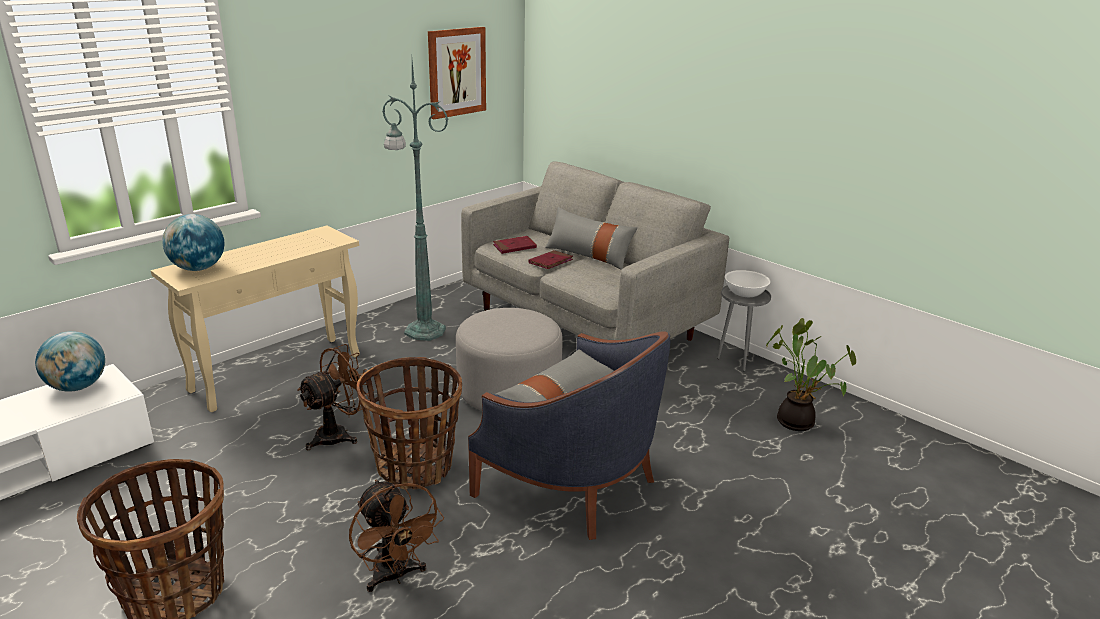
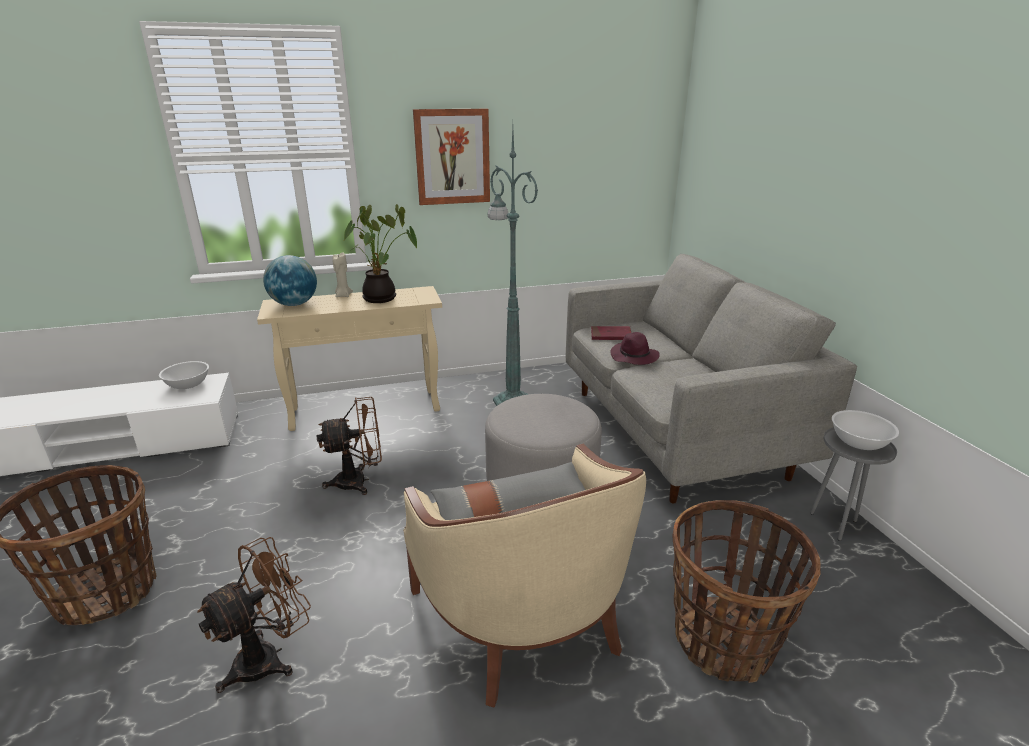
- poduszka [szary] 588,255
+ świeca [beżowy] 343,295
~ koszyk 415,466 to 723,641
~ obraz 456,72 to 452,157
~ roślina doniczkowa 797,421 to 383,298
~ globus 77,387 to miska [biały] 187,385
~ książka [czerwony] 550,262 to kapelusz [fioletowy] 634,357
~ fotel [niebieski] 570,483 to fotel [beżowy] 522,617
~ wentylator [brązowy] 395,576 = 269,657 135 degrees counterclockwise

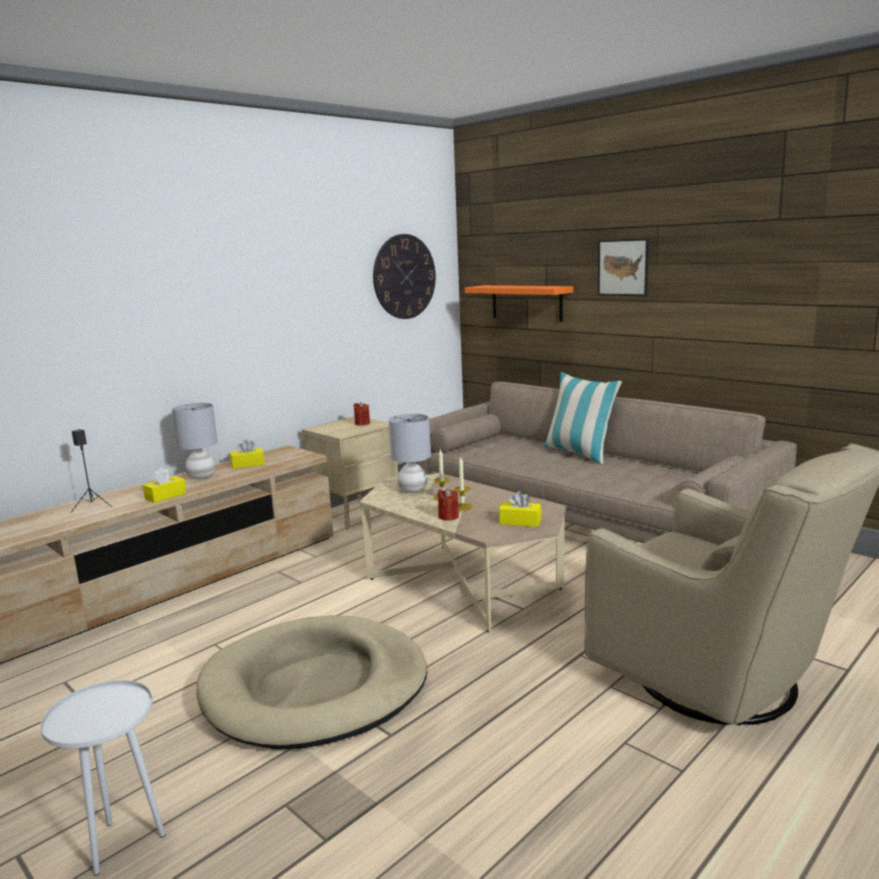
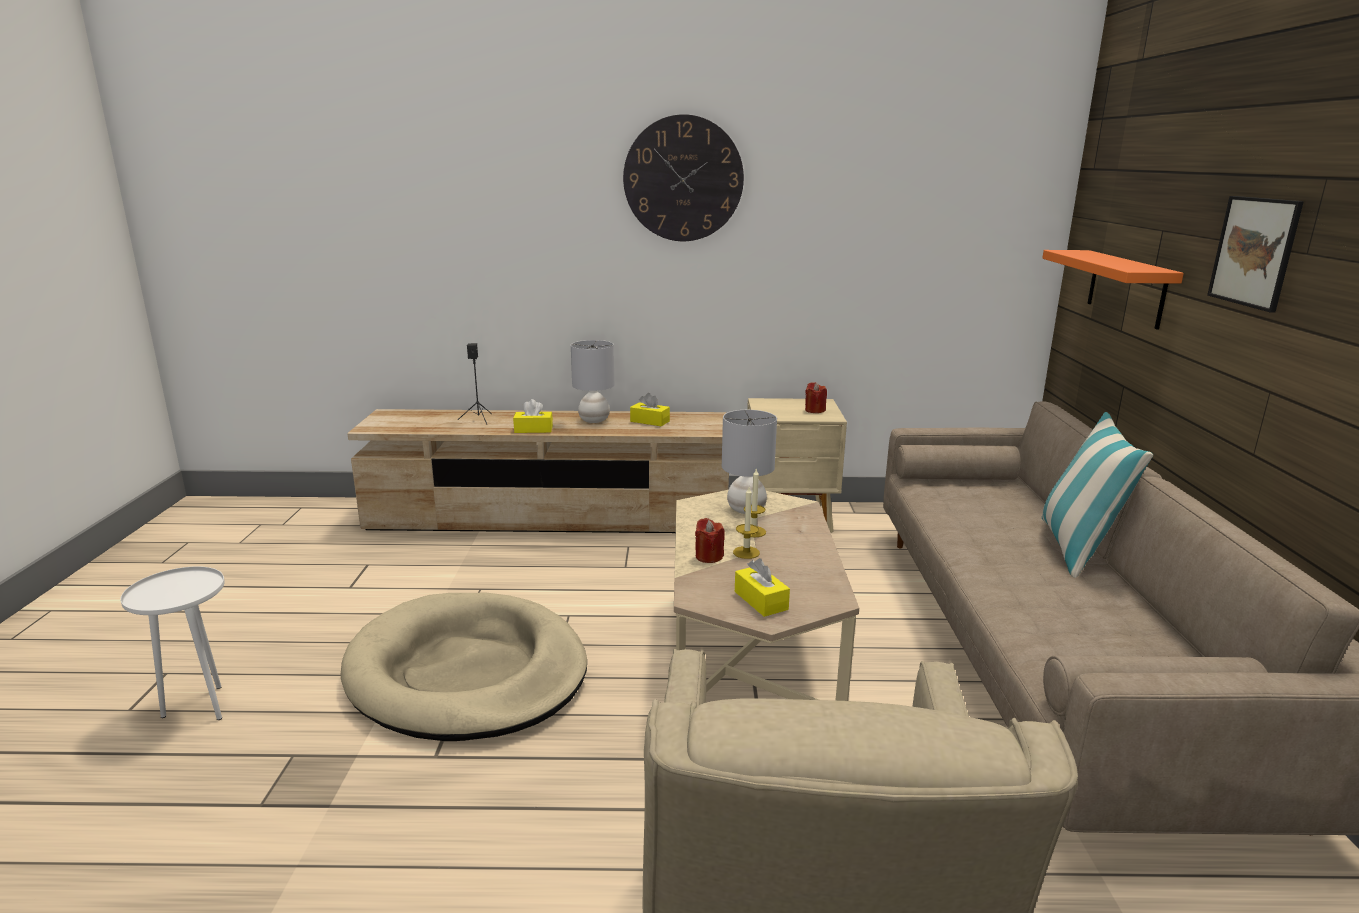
~ zegar ścienny 404,277 to 683,179

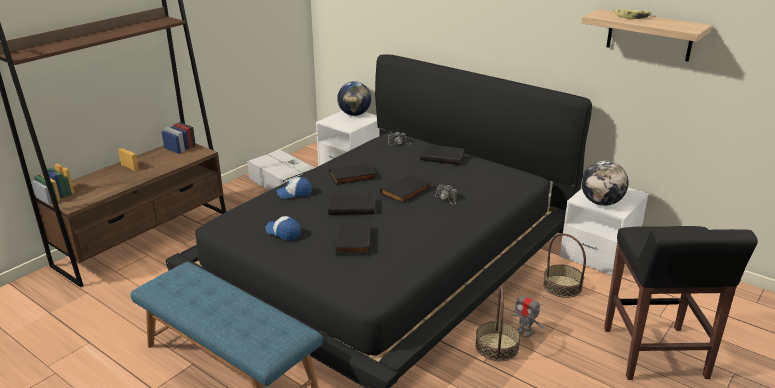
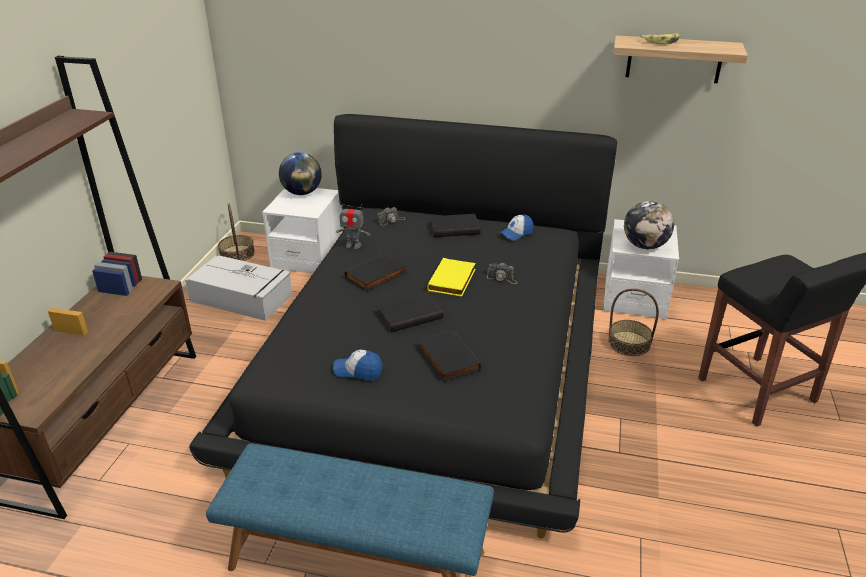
~ czapka z daszkiem 294,193 to 516,233
~ koszyk 497,346 to 237,254
~ robot zabawkowy 524,332 to 353,245
~ książka [czarny] 406,191 to książka [żółty] 453,280

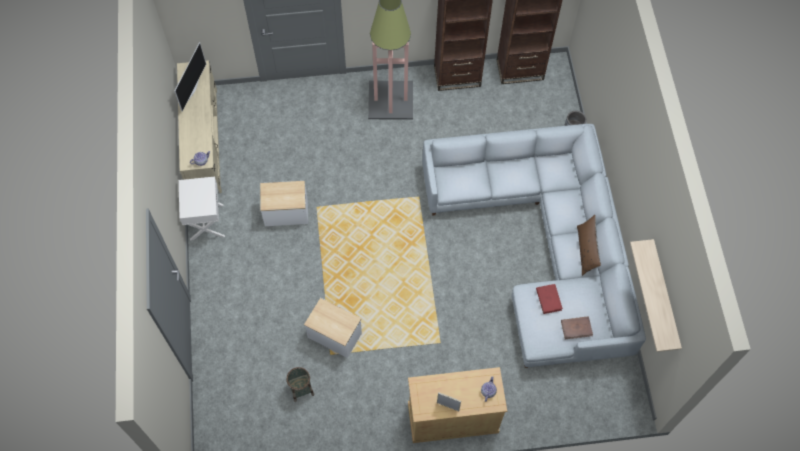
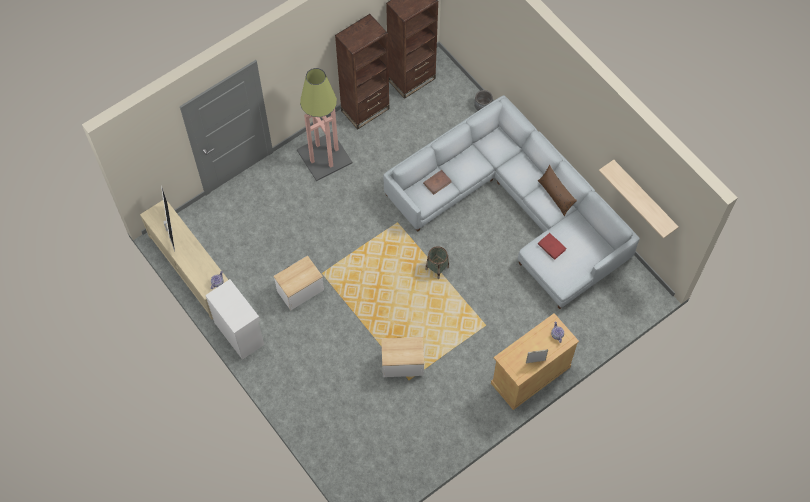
~ koszyk 301,389 to 437,268
~ książka [brązowy] 576,328 to 437,183
~ szafka nocna [biały] 206,222 to szafka [biały] 240,333

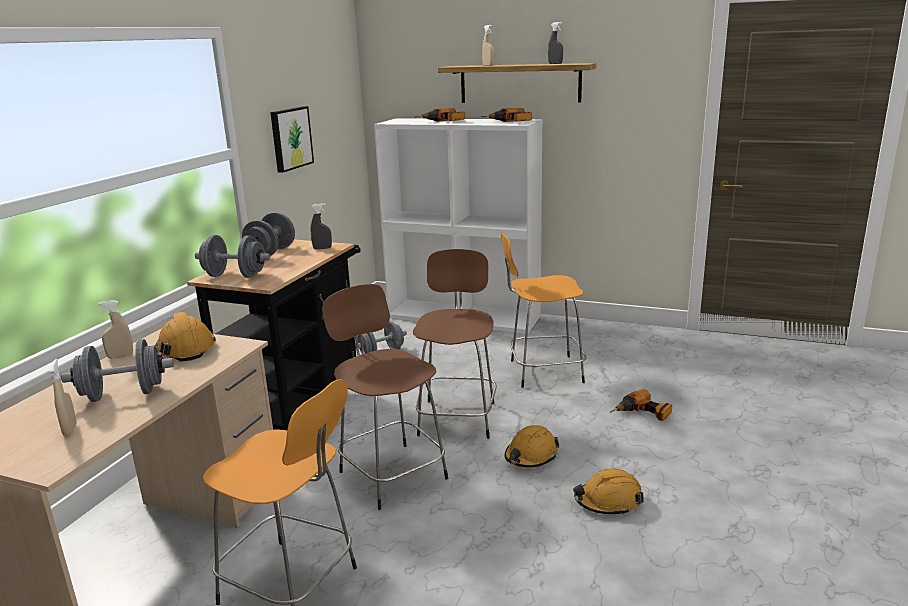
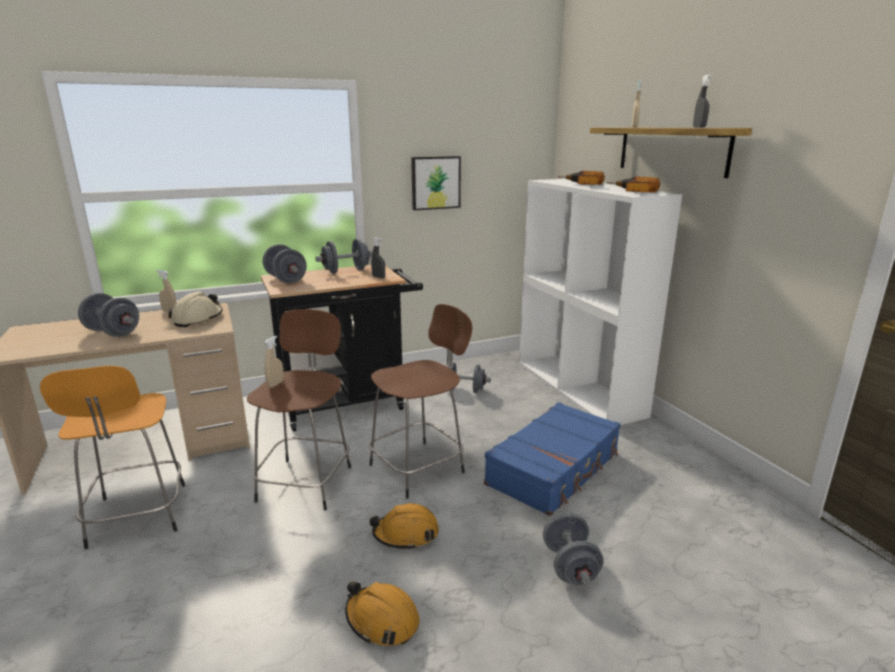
~ spryskiwacz [beżowy] 70,430 to 275,384
~ stołek [pomarańczowy] 543,371 to walizka [niebieski] 554,469
~ wiertarka 643,414 to hantel [szary] 570,566
~ kask [pomarańczowy] 186,348 to kask [beżowy] 198,319

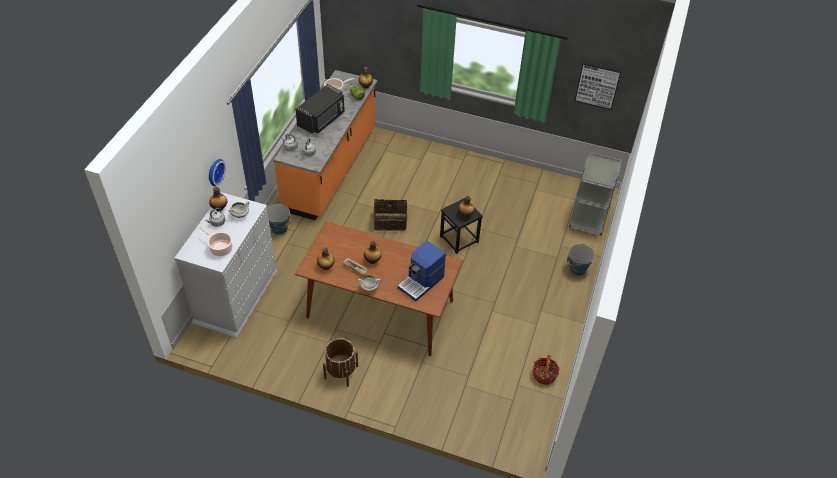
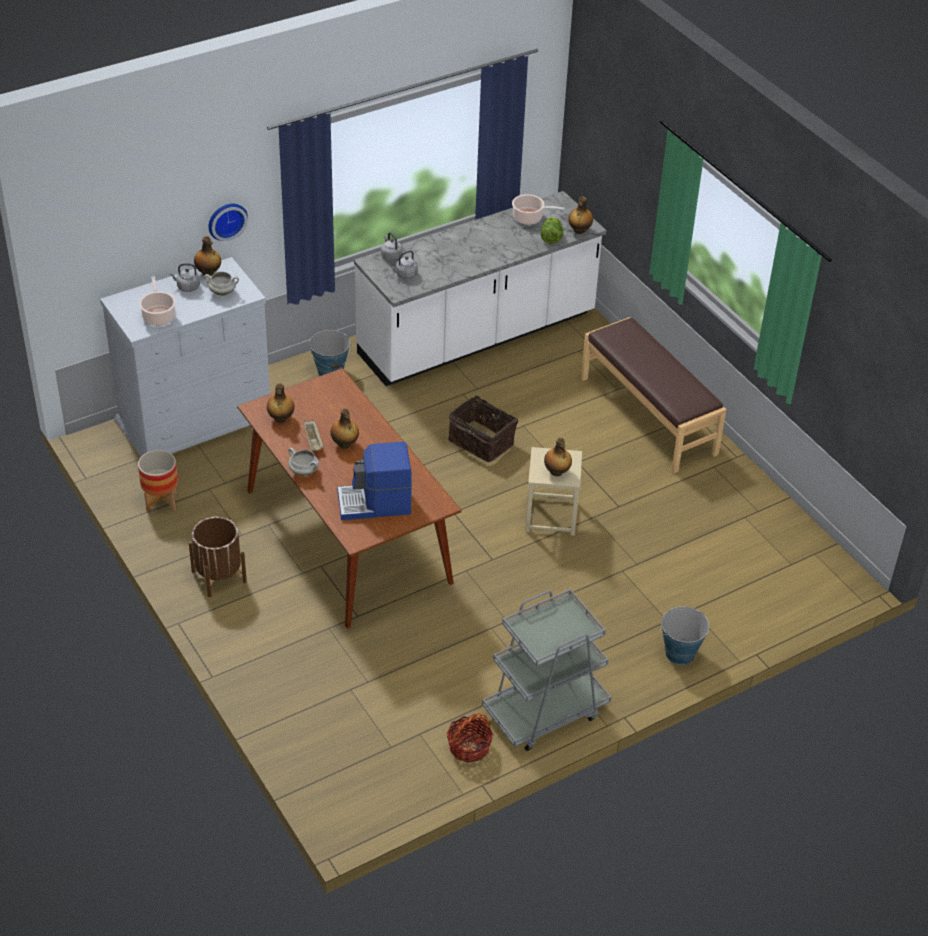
- mikrofalówka [czarny] 322,120
- obraz 597,85
+ donica 161,501
+ ławka [brązowy] 649,415
~ wózek [szary] 589,216 to 545,711
~ zabudowa kuchenna [pomarańczowy] 331,169 to zabudowa kuchenna [biały] 477,336
~ stołek [czarny] 459,239 to stołek [beżowy] 551,516

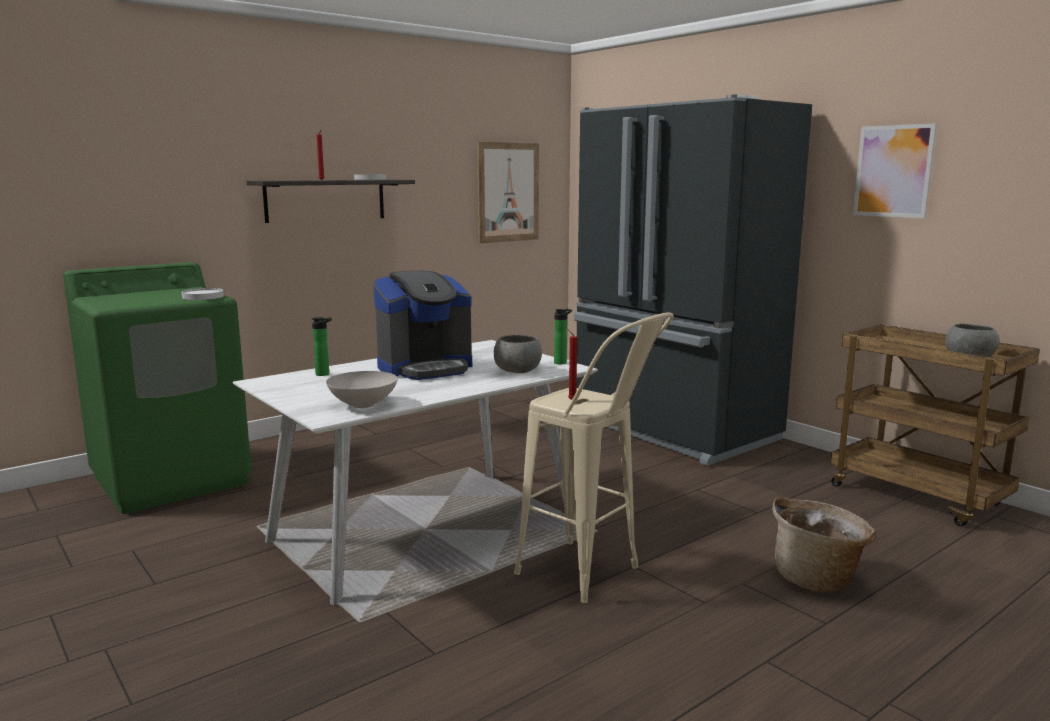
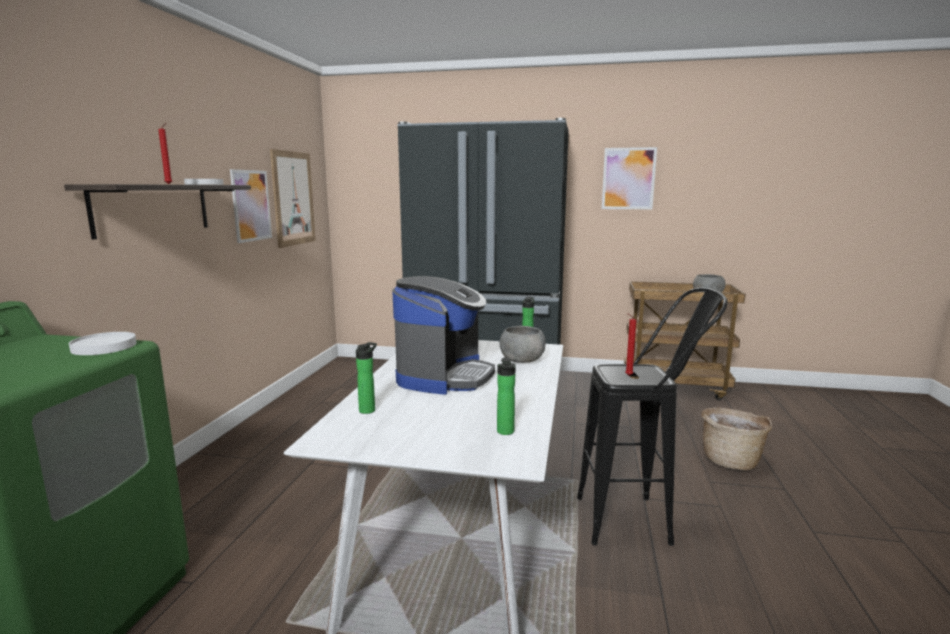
+ obraz 251,205
~ miska [biały] 362,405 to butelka 506,432
~ stołek [beżowy] 592,577 to stołek [czarny] 638,520

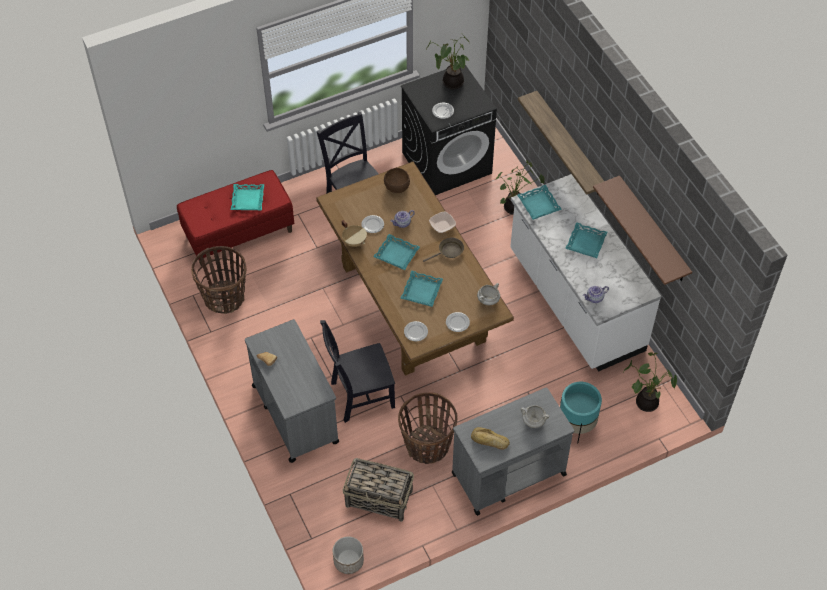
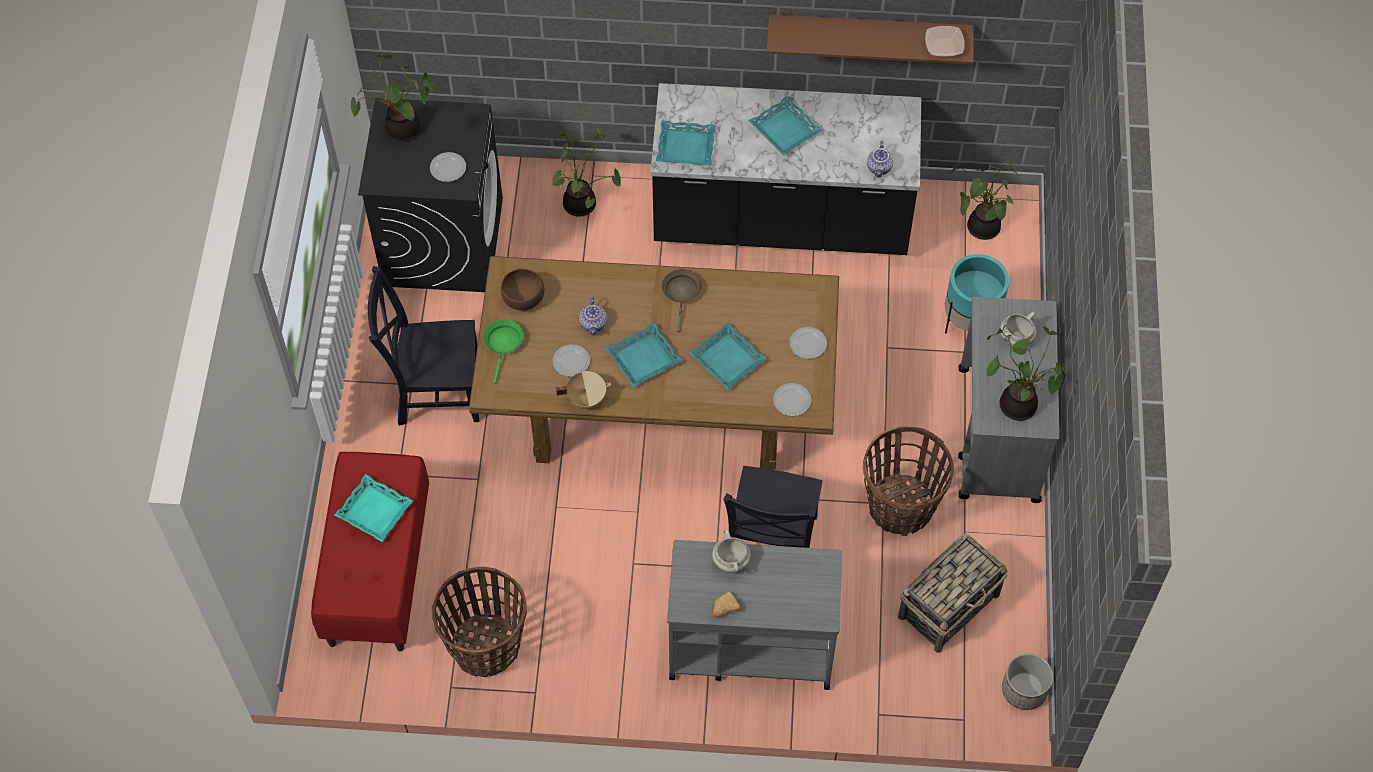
- półka 569,145
+ patelnia [zielony] 503,344
~ miska 442,225 to 943,46
~ garnek [biały] 488,300 to 731,561
~ chleb 489,441 to roślina doniczkowa 1018,402
~ zabudowa kuchenna [biały] 574,302 to zabudowa kuchenna [czarny] 781,220

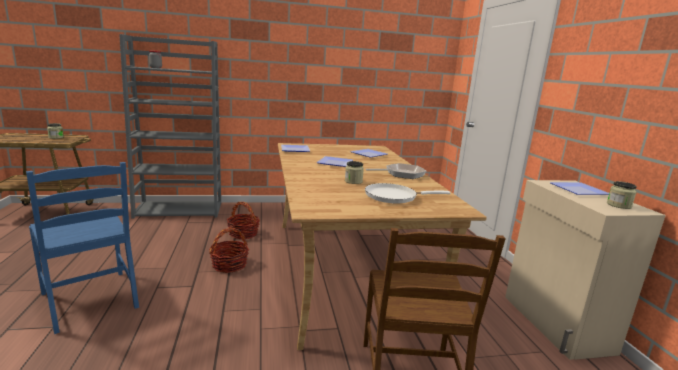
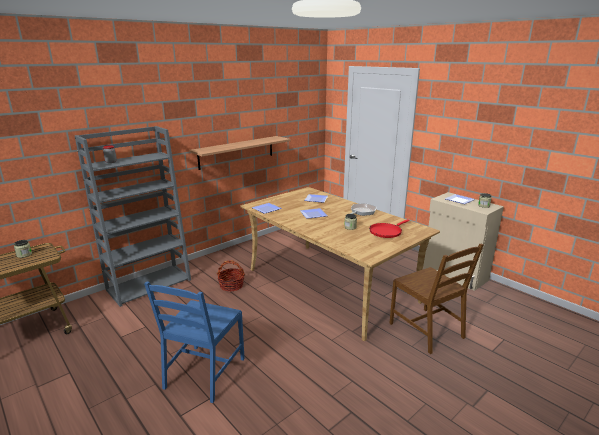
- koszyk 229,265
+ półka 236,152
~ patelnia [biały] 394,196 to patelnia [czerwony] 386,232
~ krzesło [niebieski] 91,300 = 204,373 90 degrees clockwise

